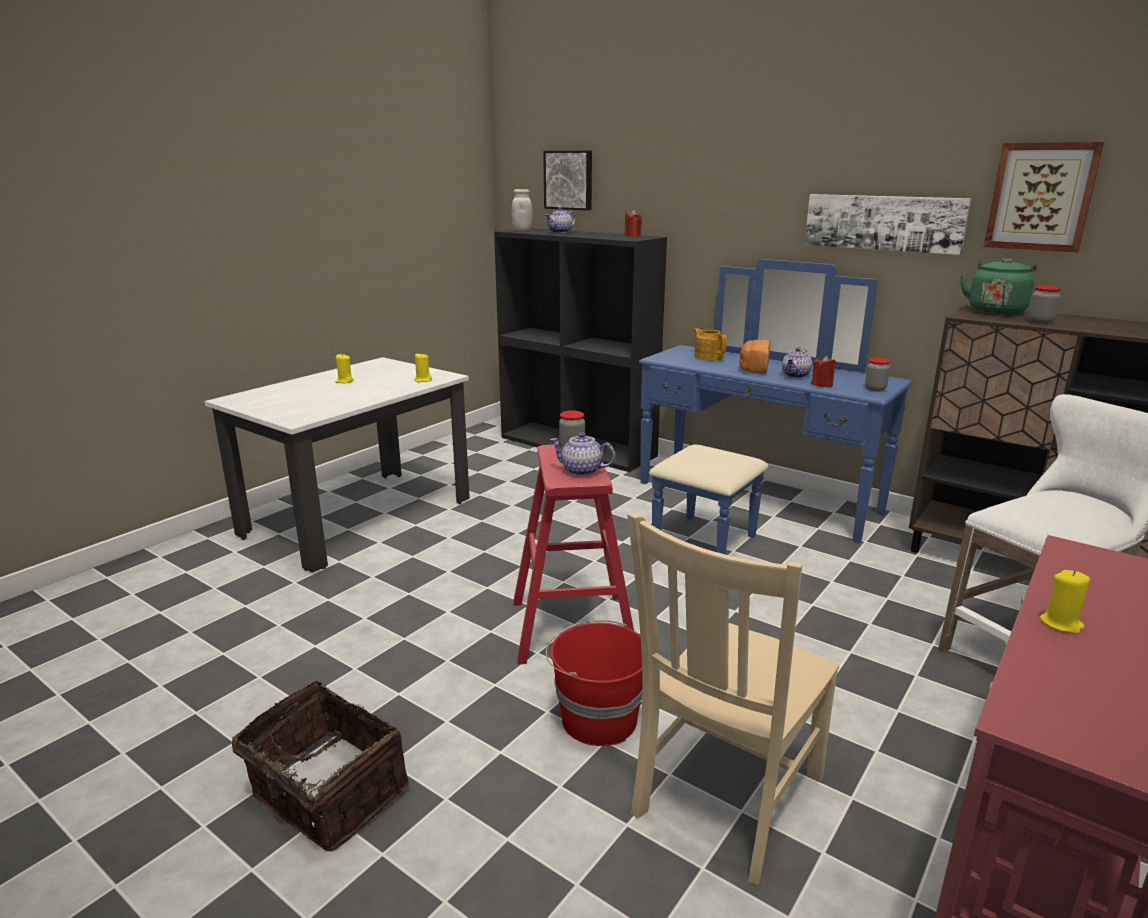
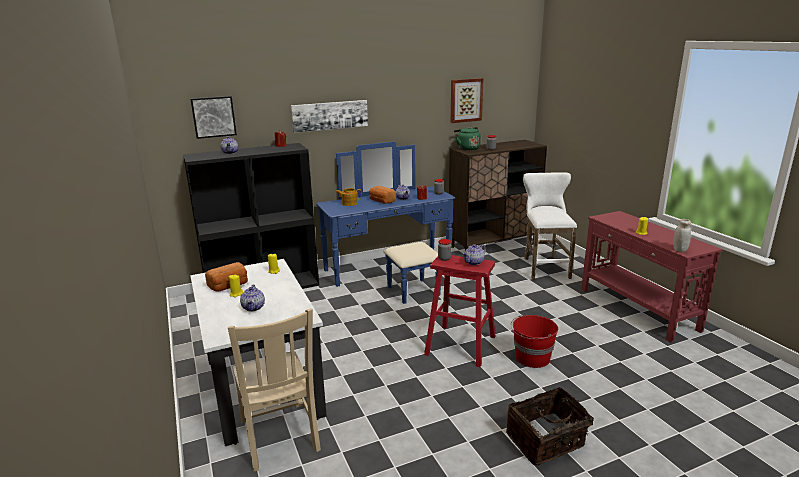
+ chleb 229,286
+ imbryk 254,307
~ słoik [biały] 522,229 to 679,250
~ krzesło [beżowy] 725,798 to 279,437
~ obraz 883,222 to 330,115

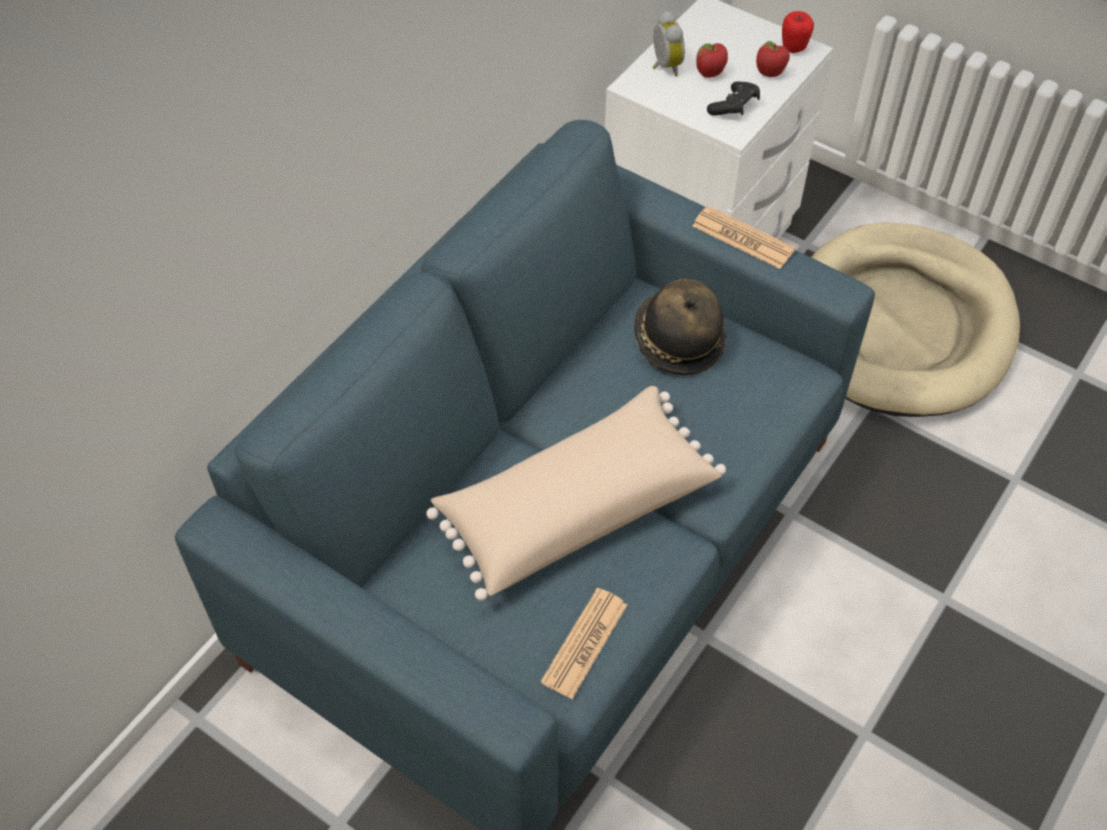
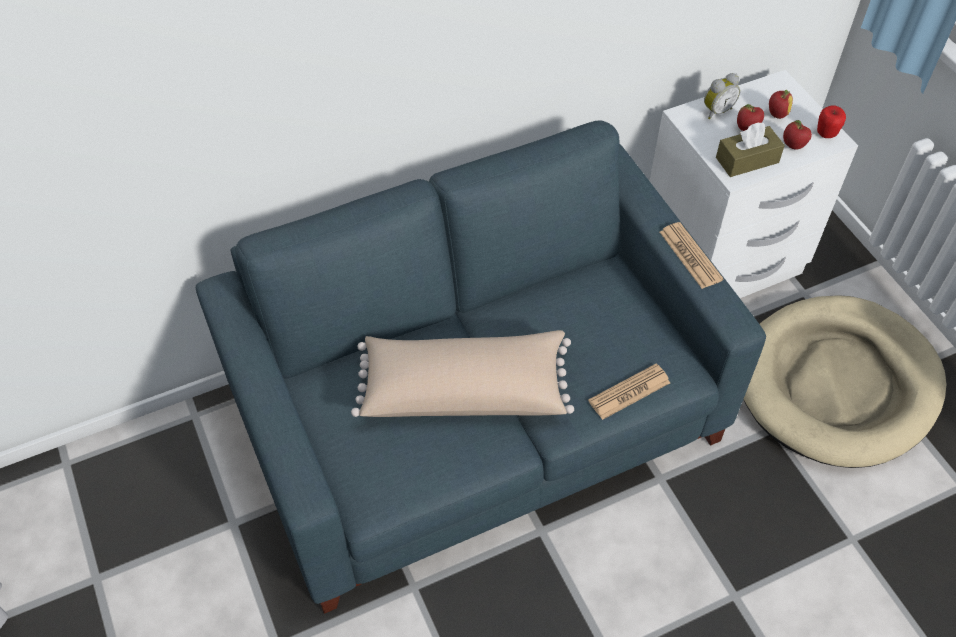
- kapelusz 677,341
+ jabłko 776,114
~ gazeta 584,643 to 629,392
~ pad do gier [czarny] 734,108 to pudełko chusteczek [brązowy] 747,160
~ budzik 664,66 = 716,111 45 degrees clockwise

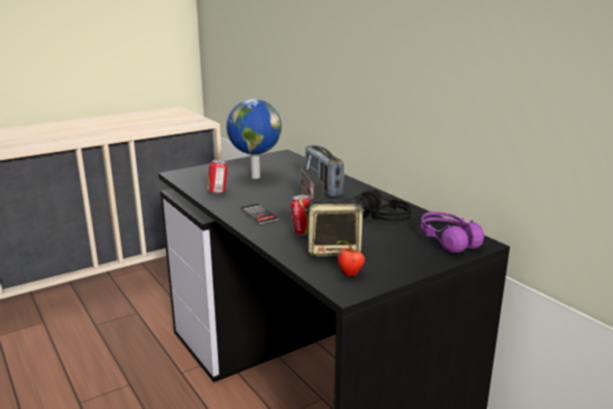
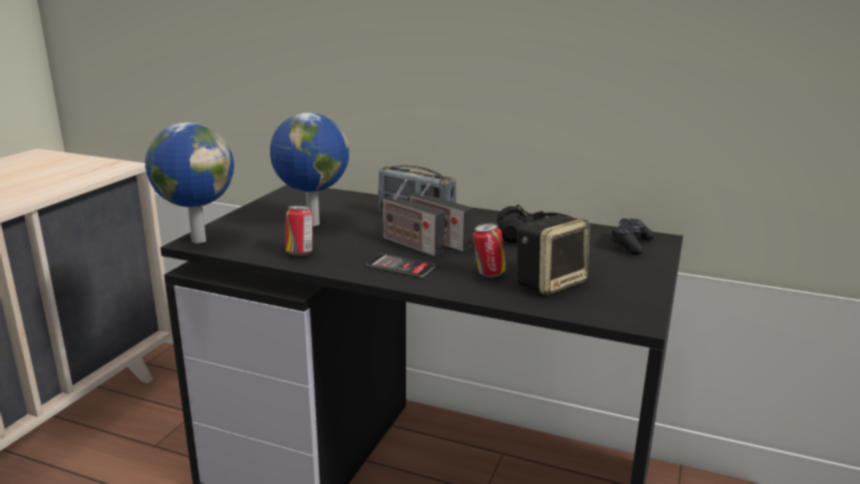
- jabłko 349,274
+ globus 198,240
+ radio 409,245
~ słuchawki [fioletowy] 447,241 to pad do gier [czarny] 630,244

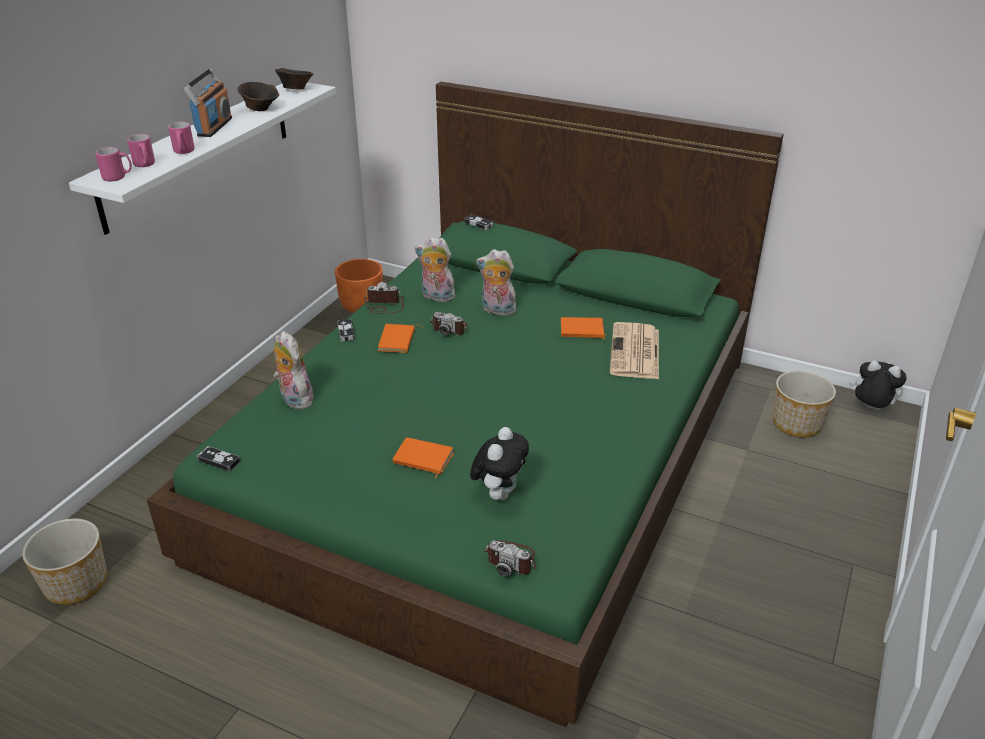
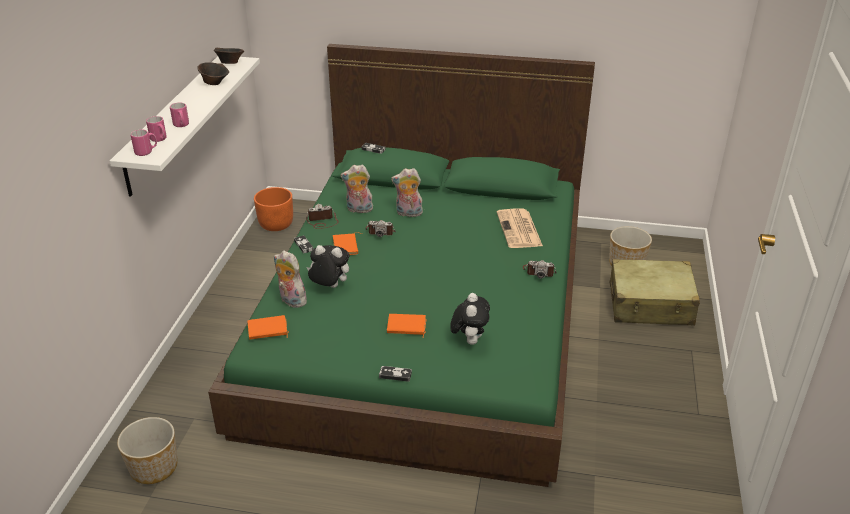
- radio 214,127
+ walizka [beżowy] 650,305
~ pad do gier 219,460 to 395,375
~ aparat fotograficzny 511,559 to 539,271
~ książka [pomarańczowy] 582,331 to 267,330
~ pluszak 870,409 to 329,287

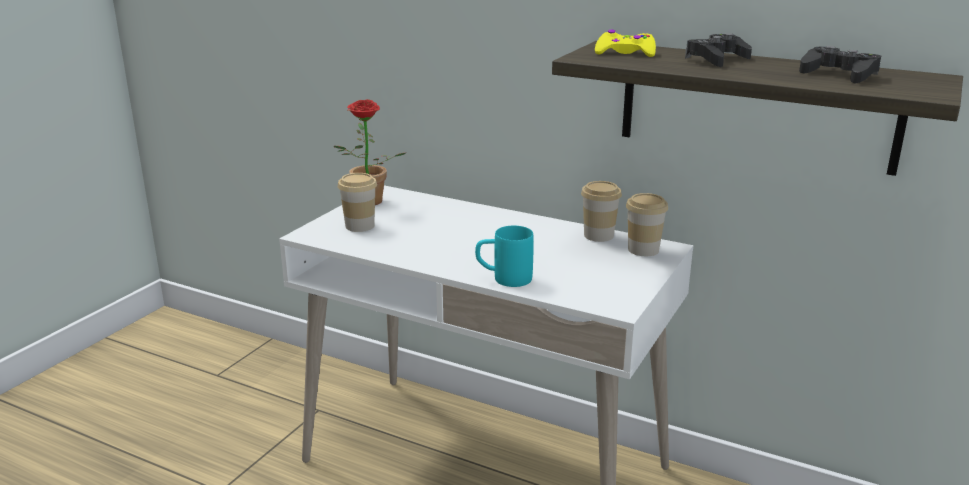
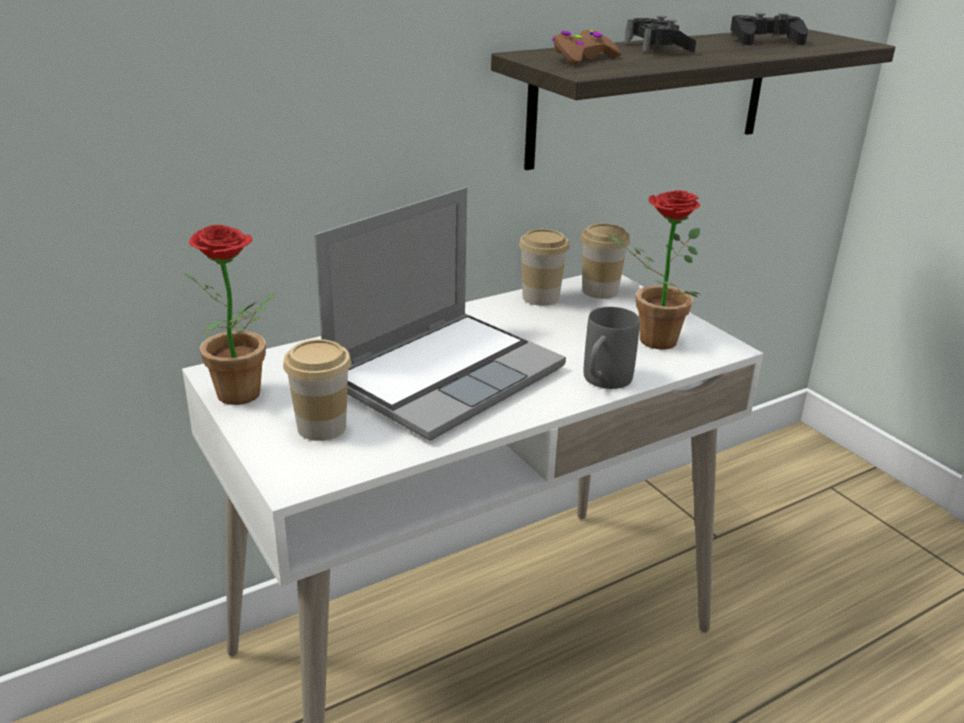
+ laptop 445,374
+ roślina doniczkowa 649,340
~ kubek [turkusowy] 504,279 to kubek [szary] 603,382
~ pad do gier [żółty] 625,53 to pad do gier [brązowy] 583,58

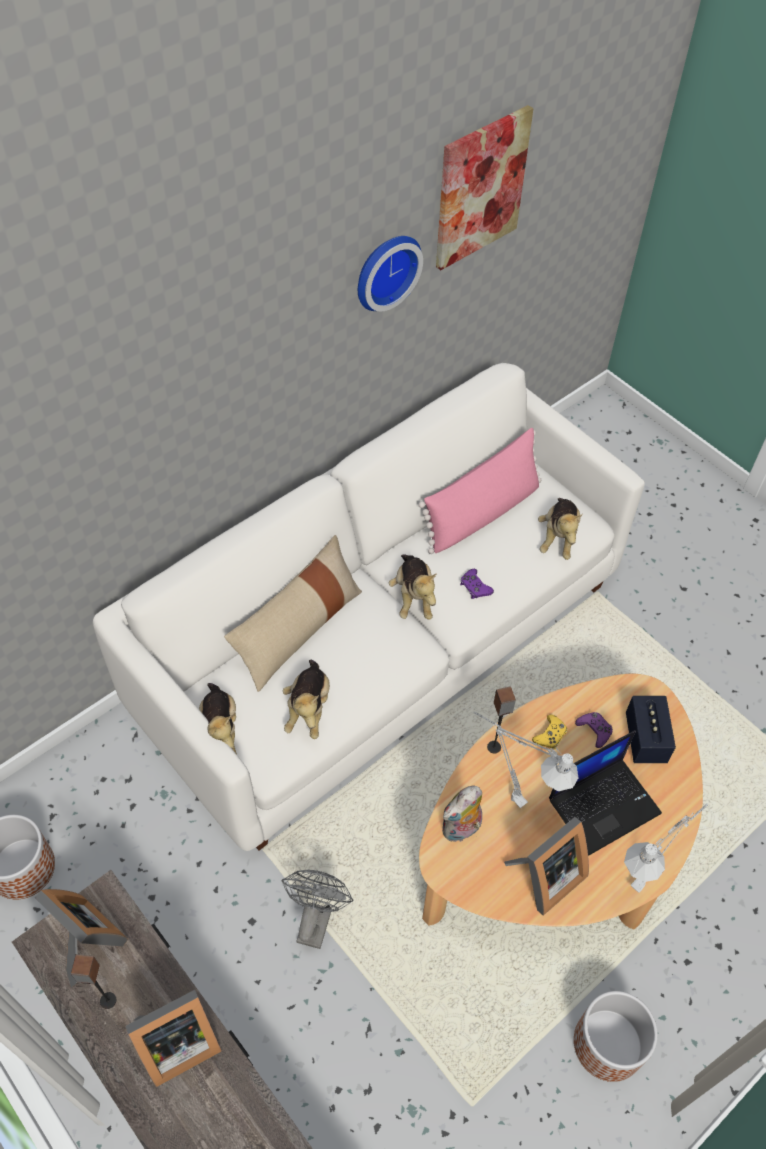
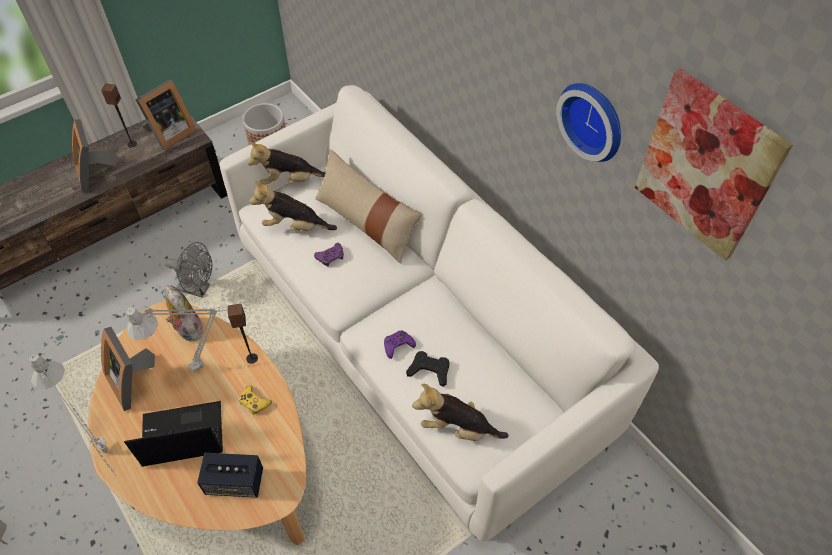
- pluszak 413,596
- poduszka [różowy] 482,513
- donica 607,1043
+ pad do gier [czarny] 429,370
~ pad do gier [fioletowy] 594,730 to 330,257
~ laptop 604,804 = 181,435 105 degrees clockwise

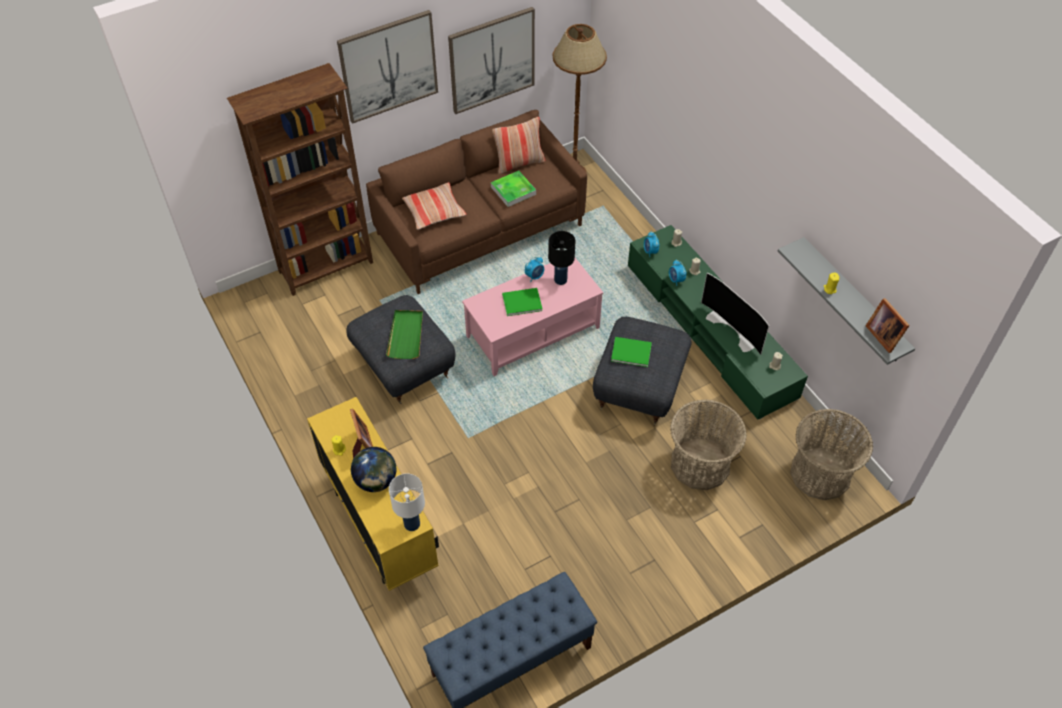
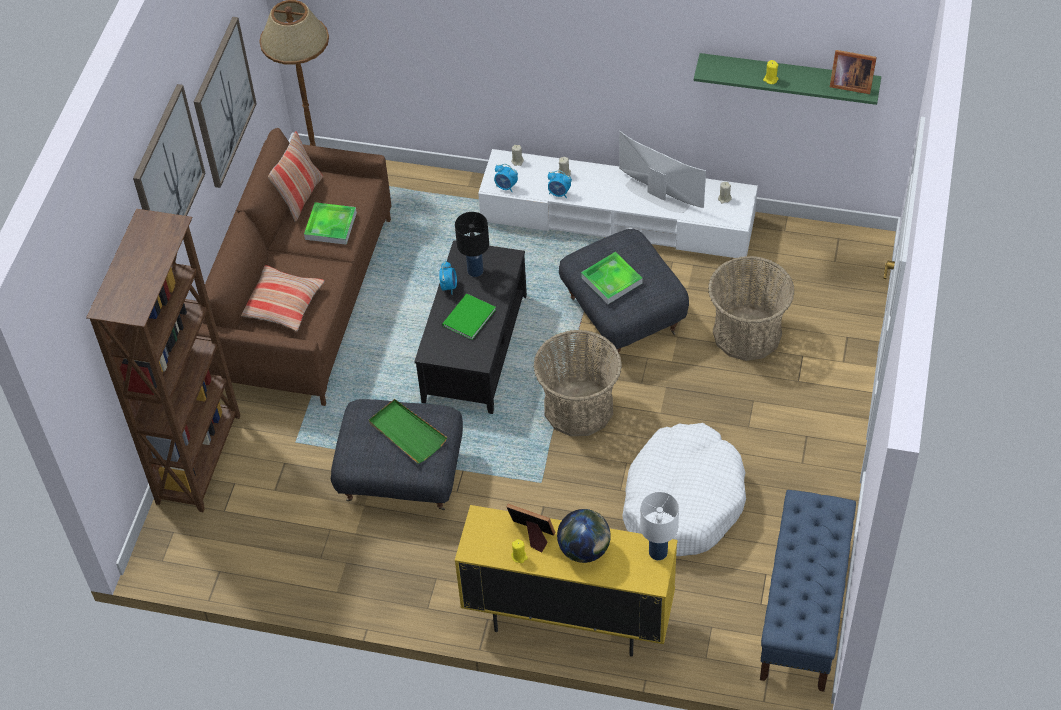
+ legowisko [biały] 682,501
~ koszyk 820,473 to 578,407
~ książka [zielony] 630,351 to taca 611,280
~ ława [różowy] 532,331 to ława [czarny] 473,347
~ szafka pod telewizor [zielony] 710,330 to szafka pod telewizor [biały] 618,219
~ półka [szary] 853,301 to półka [zielony] 788,78
~ telewizor 734,329 = 656,195 150 degrees counterclockwise

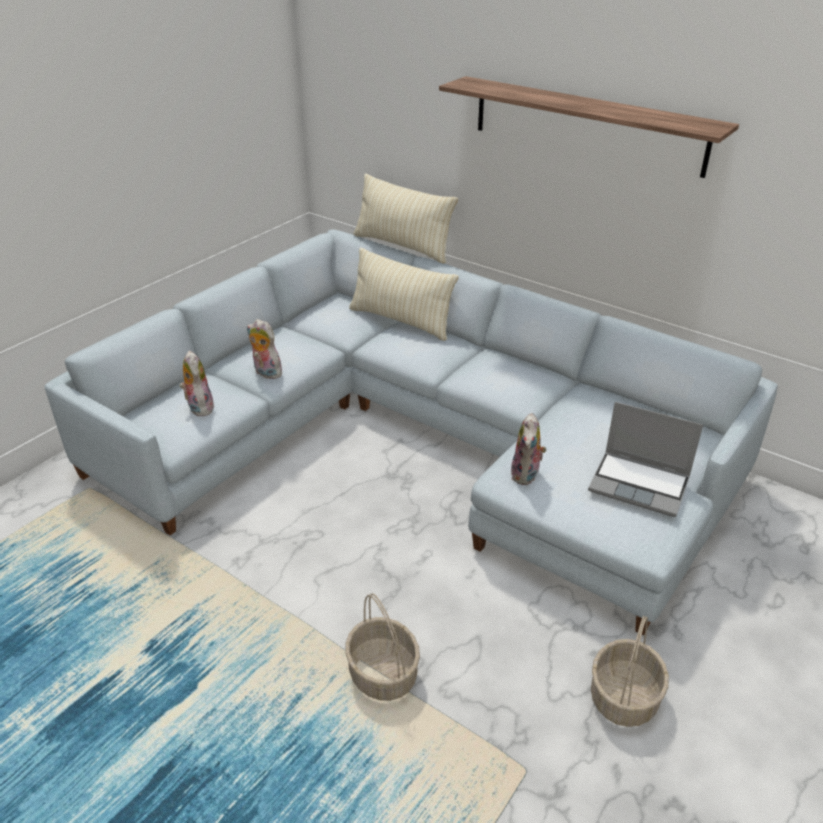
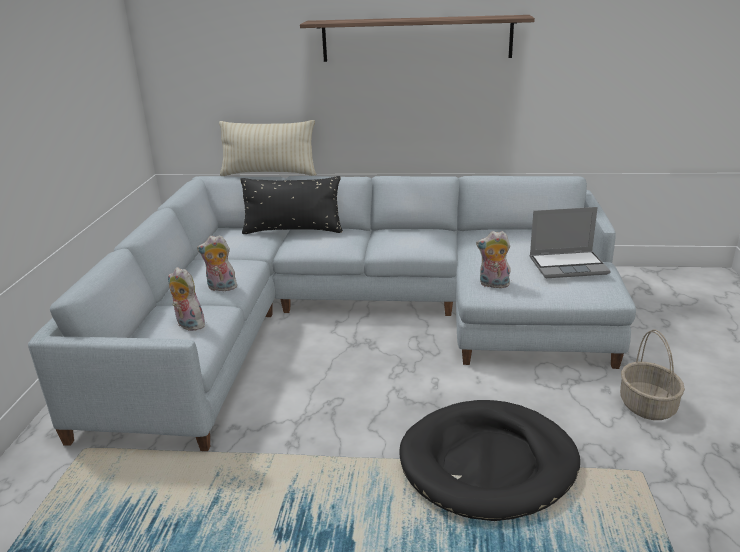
~ koszyk 384,674 to legowisko [czarny] 488,463
~ poduszka [beżowy] 401,321 to poduszka [czarny] 293,230
~ pluszak 526,475 = 493,285 120 degrees clockwise

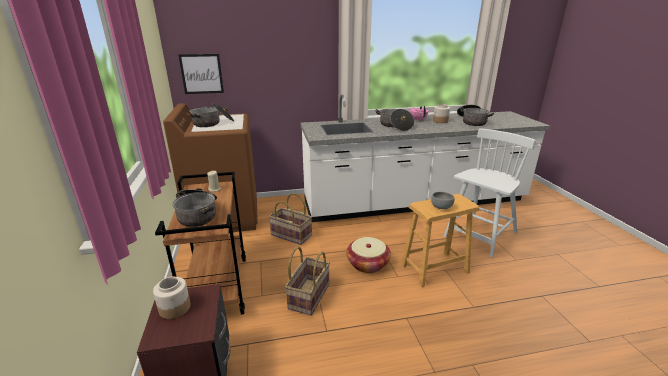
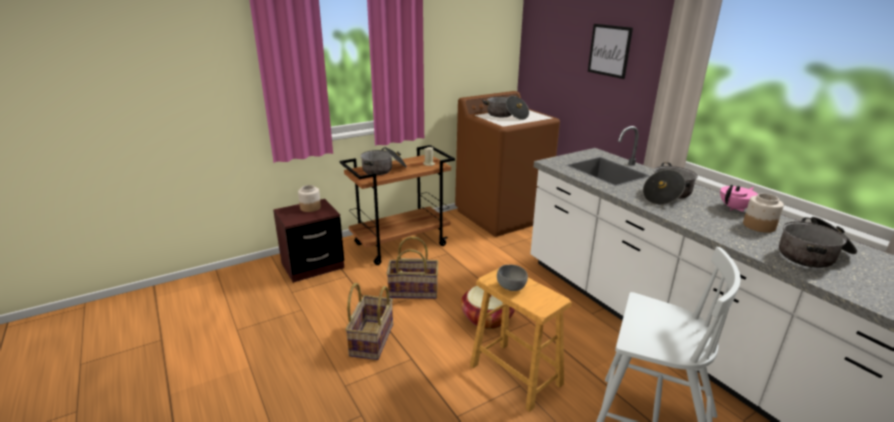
~ obraz 202,74 to 609,50
~ koszyk 290,235 to 371,339

